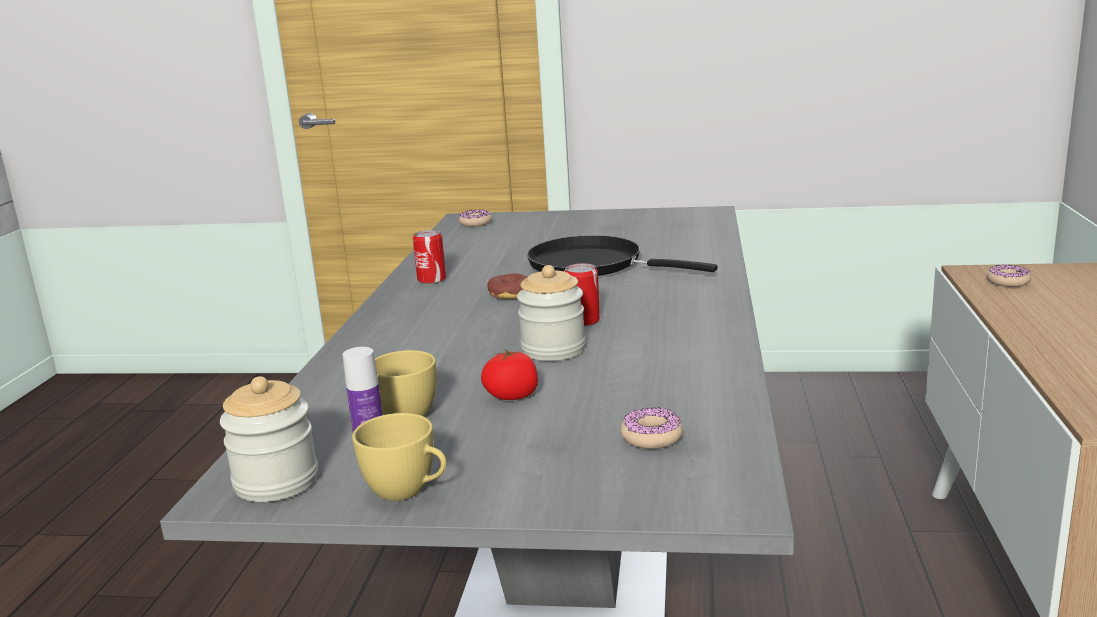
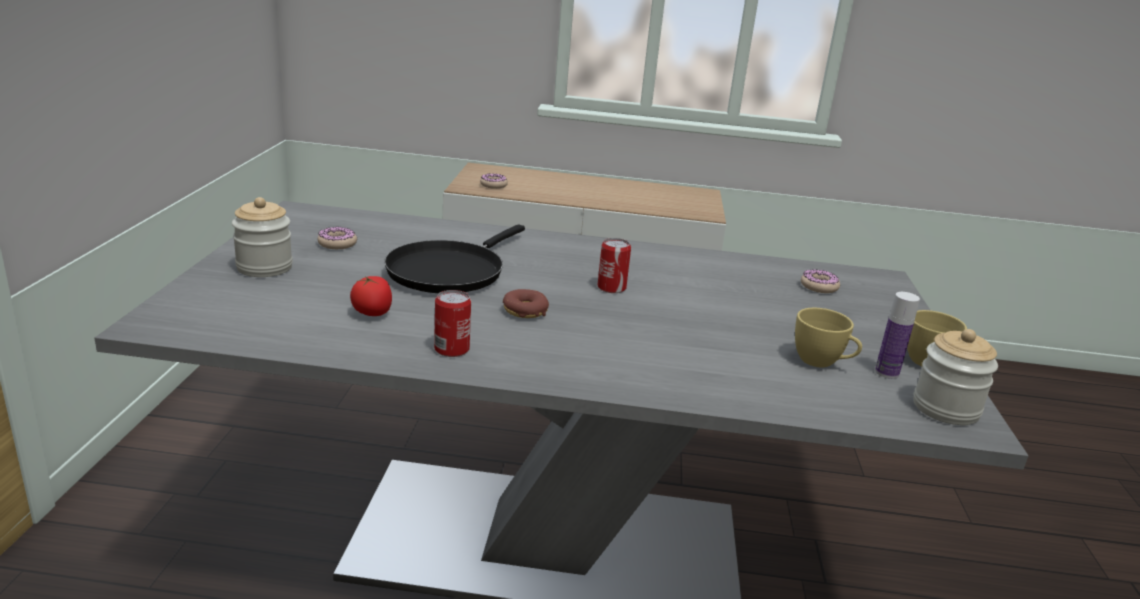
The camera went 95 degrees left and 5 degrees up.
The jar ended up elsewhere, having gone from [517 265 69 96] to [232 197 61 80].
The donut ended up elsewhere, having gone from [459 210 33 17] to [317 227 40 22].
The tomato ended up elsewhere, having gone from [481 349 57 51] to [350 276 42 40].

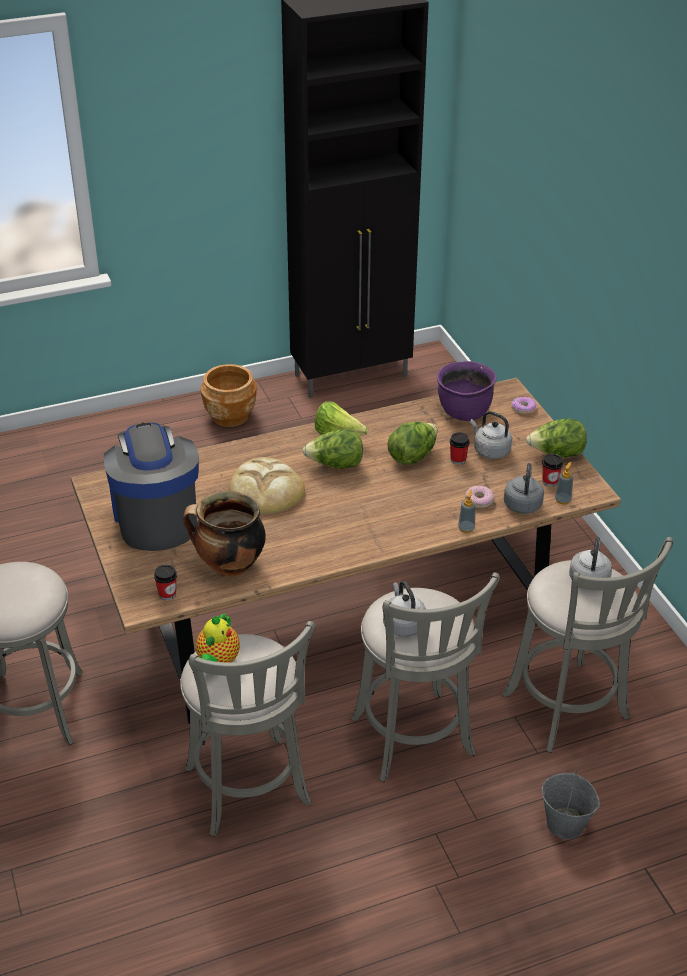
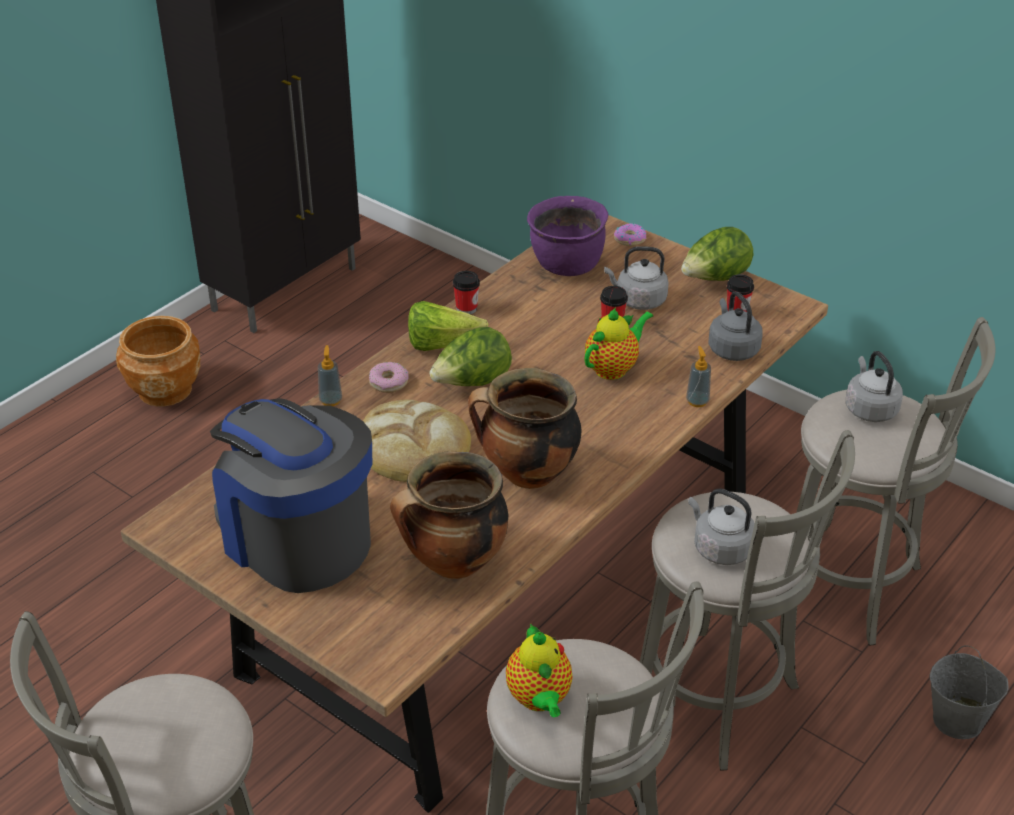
The camera went 30 degrees left and 0 degrees up.
The soap dispenser ended up elsewhere, having gone from [555 462 19 43] to [318 345 24 61].
The donut ended up elsewhere, having gone from [465 485 29 23] to [369 362 39 31].
The cup ended up elsewhere, having gone from [154 564 23 36] to [453 271 27 43].
The second view gained the cooking pot at [468 368 114 121].
The second view gained the teapot at [584 308 69 72].
The second view lost the lettuce at [387 422 50 43].

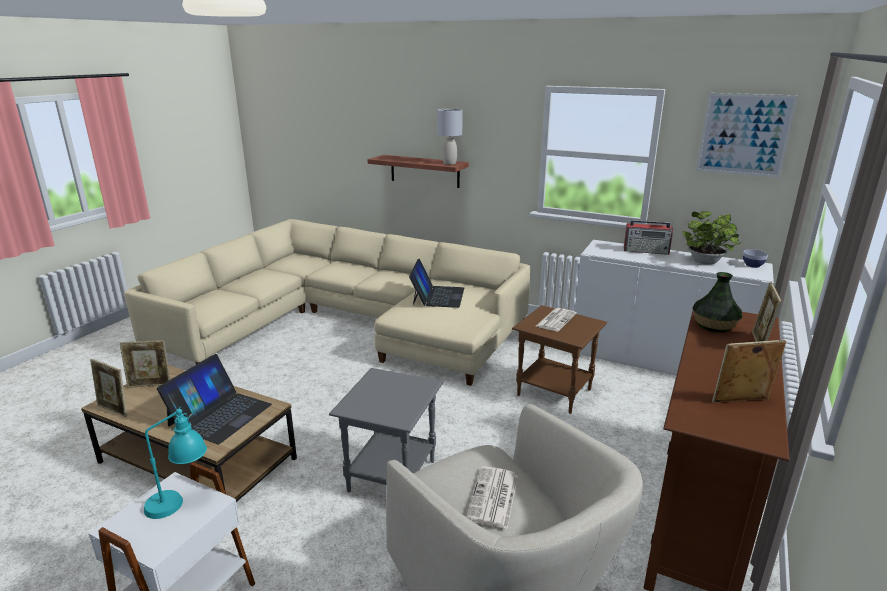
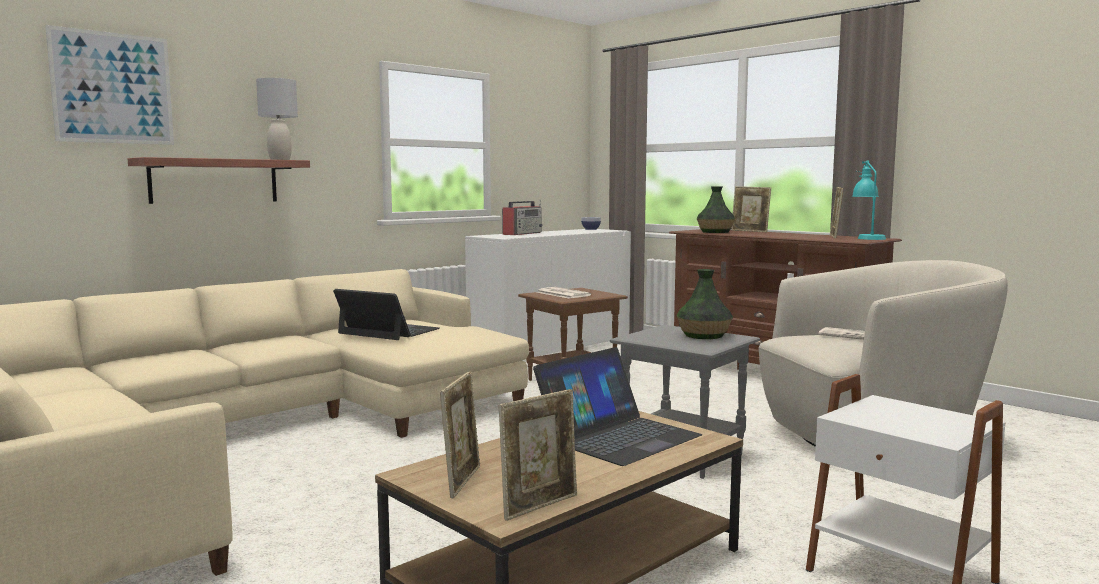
The camera went 70 degrees left and 15 degrees down.
The picture ended up elsewhere, having gone from [696 93 102 85] to [45 25 129 120].
The laptop at [157 354 115 90] ended up facing another way, 90 degrees clockwise from before.
The second view gained the vase at [676 269 57 70].
The turquoise table lamp ended up elsewhere, having gone from [144 407 63 112] to [852 160 34 80].
The second view lost the potted plant at [683 211 59 54].

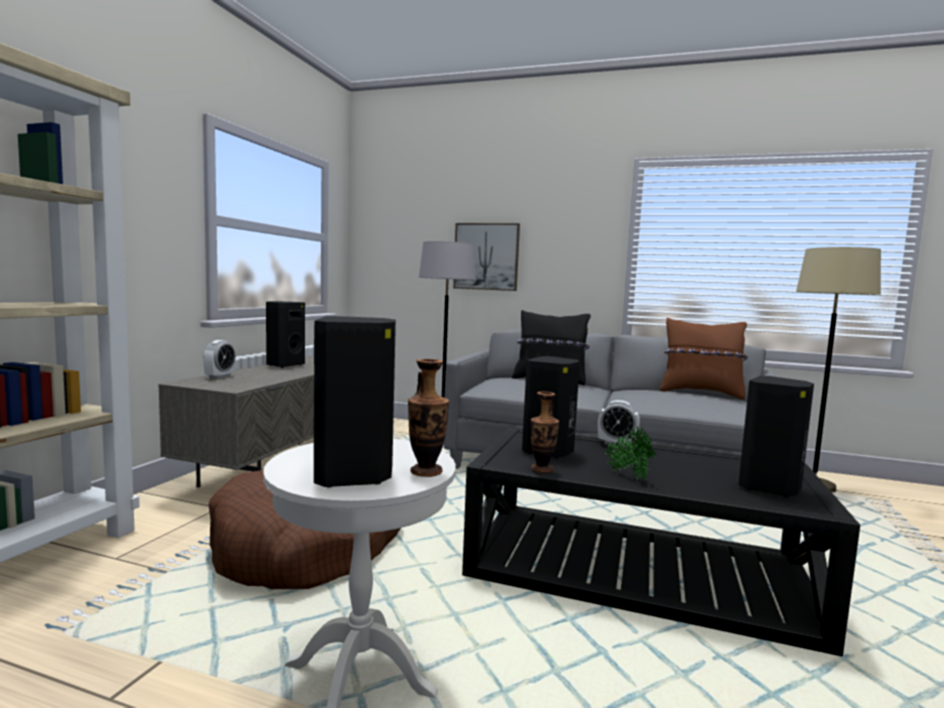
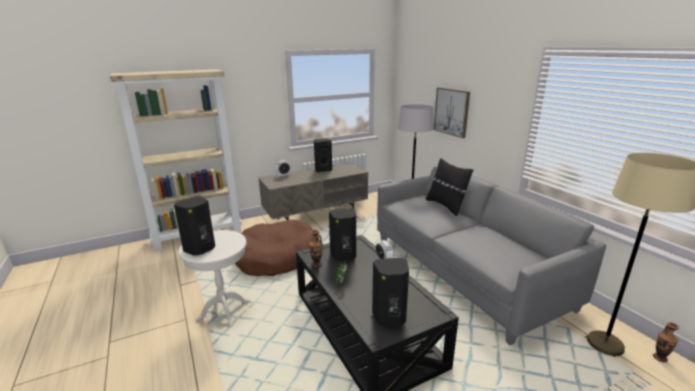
The camera went 45 degrees right and 15 degrees up.
The vase ended up elsewhere, having gone from [408 359 42 118] to [653 322 26 40].
The second view lost the brown pillow at [659 318 90 81].

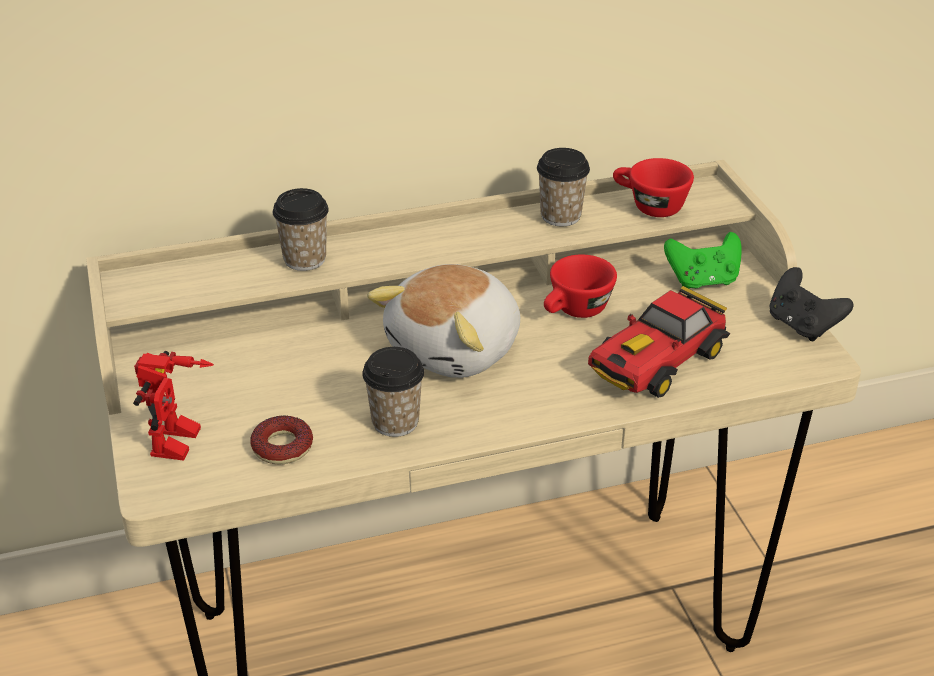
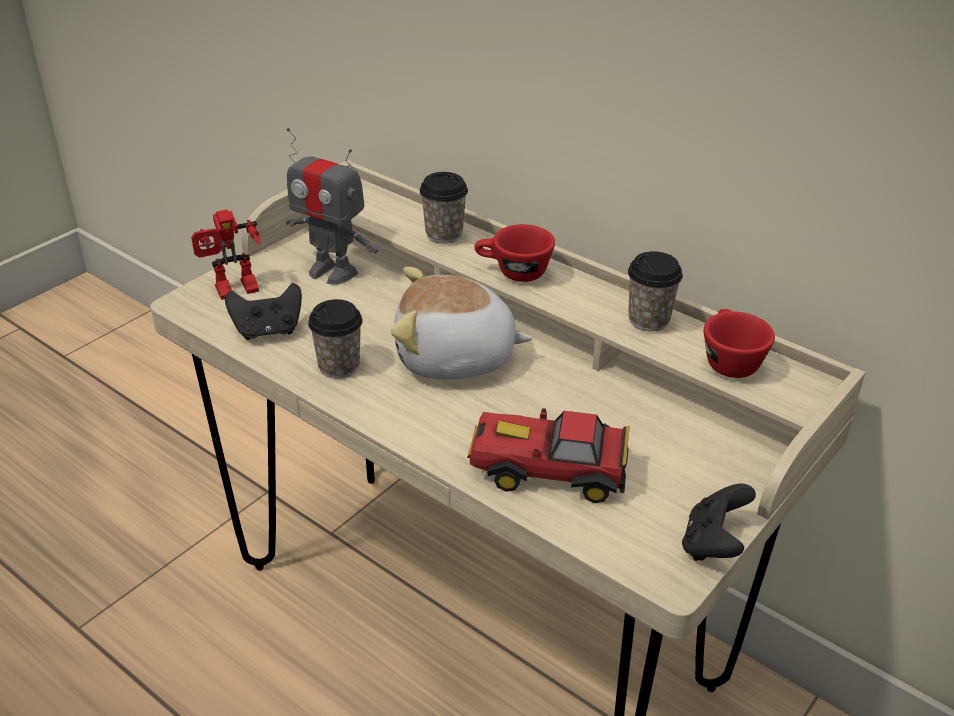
The camera went 55 degrees right and 0 degrees up.
Where the donut stood at [250 415 63 49], the black game controller came to stand at [225 283 77 57].
The second view gained the toy robot at [286 128 92 157].
The red cup ended up elsewhere, having gone from [544 255 73 63] to [474 224 81 58].
The second view lost the green game controller at [664 232 78 57].

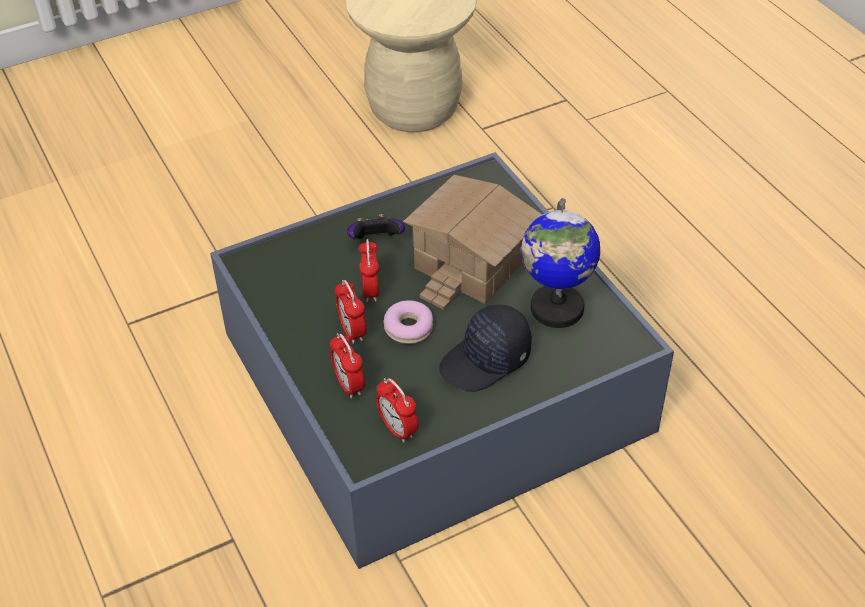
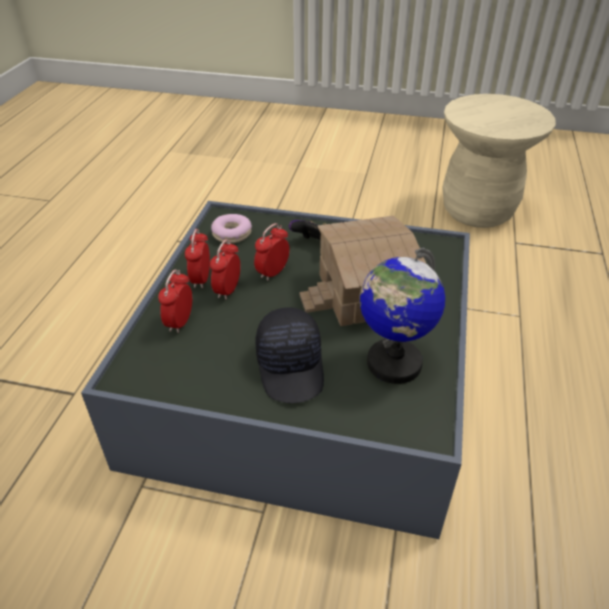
The camera went 40 degrees right and 5 degrees down.
The alarm clock ended up elsewhere, having gone from [376 378 42 65] to [185 229 25 59].
The donut ended up elsewhere, having gone from [383 300 50 44] to [211 214 41 29].
The black cap at [439 305 93 87] ended up facing another way, 105 degrees counterclockwise from before.

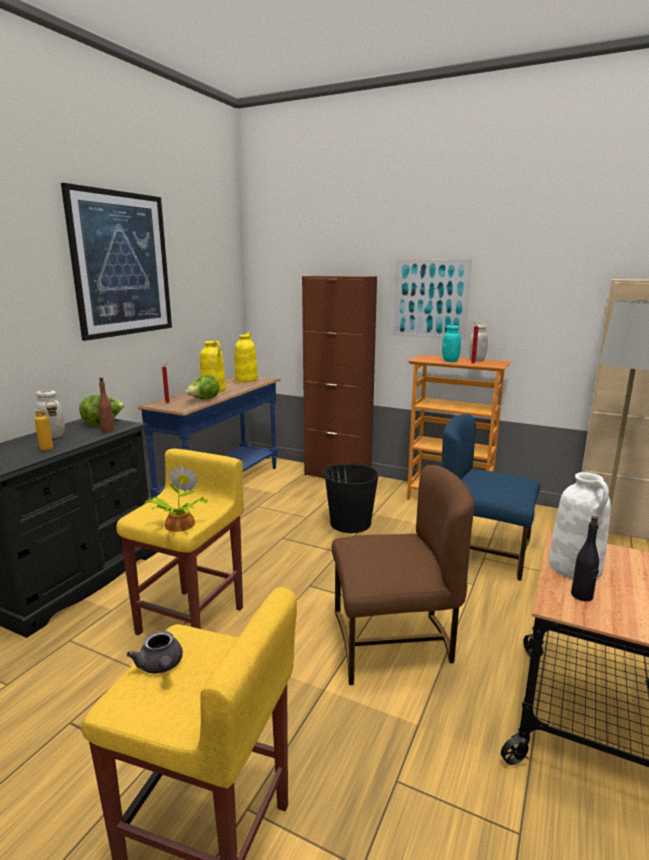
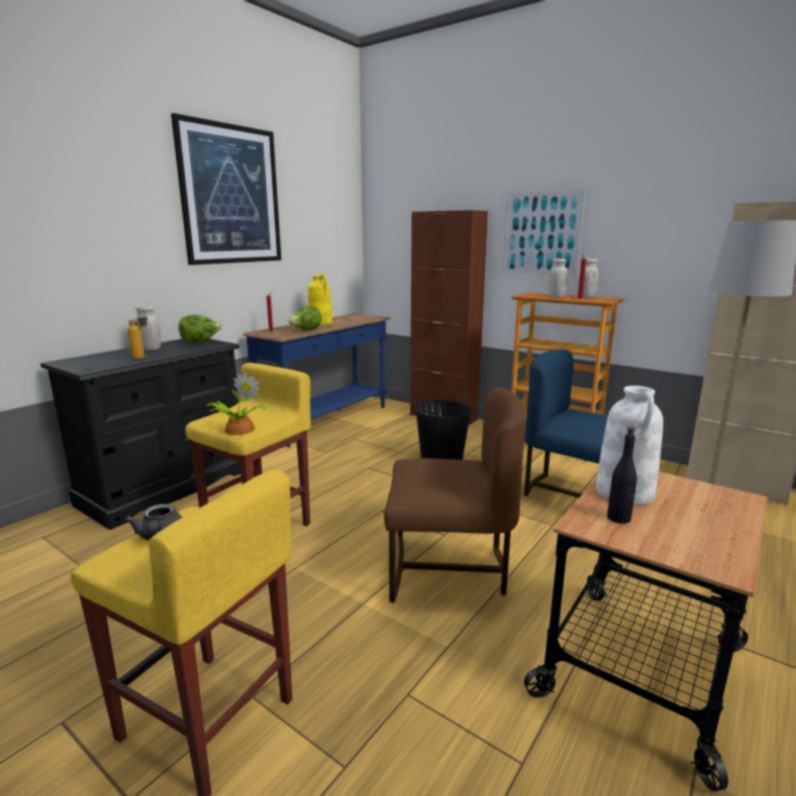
The camera went 10 degrees right and 0 degrees up.
What was the turquoise jar at [442 325 19 37] turned into the white jar at [548 258 20 40].
The second view lost the brown bottle at [98 377 16 55].
The second view lost the yellow vase at [235 332 23 50].

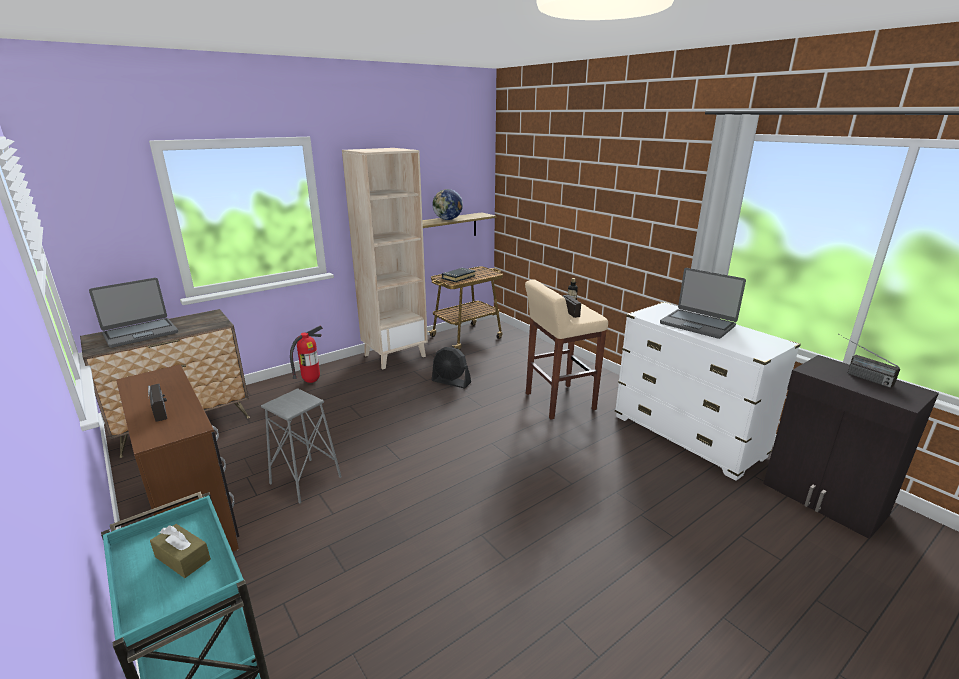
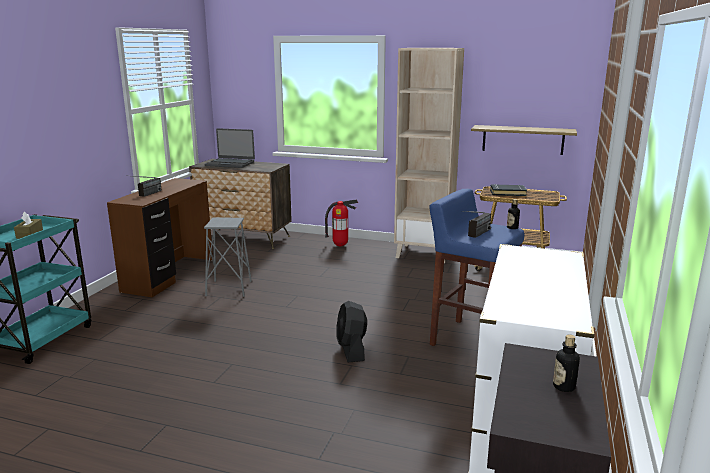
The camera went 55 degrees right and 5 degrees down.
The black fan ended up elsewhere, having gone from [432 347 39 41] to [337 301 30 61].
What was the beige stool at [525 279 83 141] turned into the blue stool at [429 189 95 157].
Where the radio stood at [838 334 62 54], the bottle came to stand at [553 334 27 58].
The second view lost the globe at [432 189 31 31].
The second view lost the laptop at [660 268 86 71].

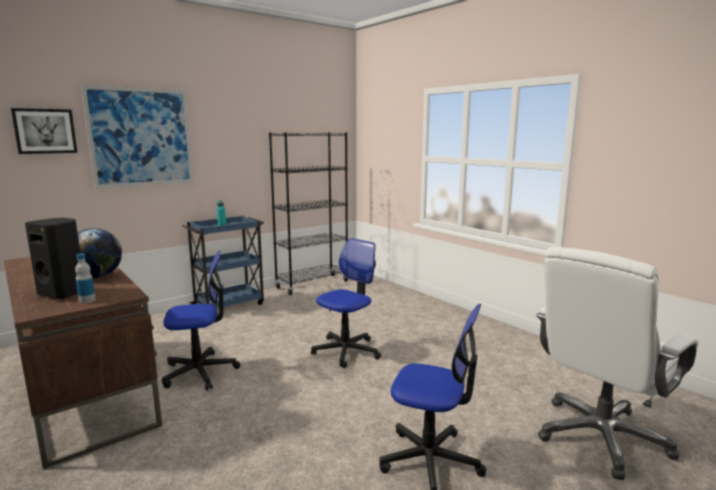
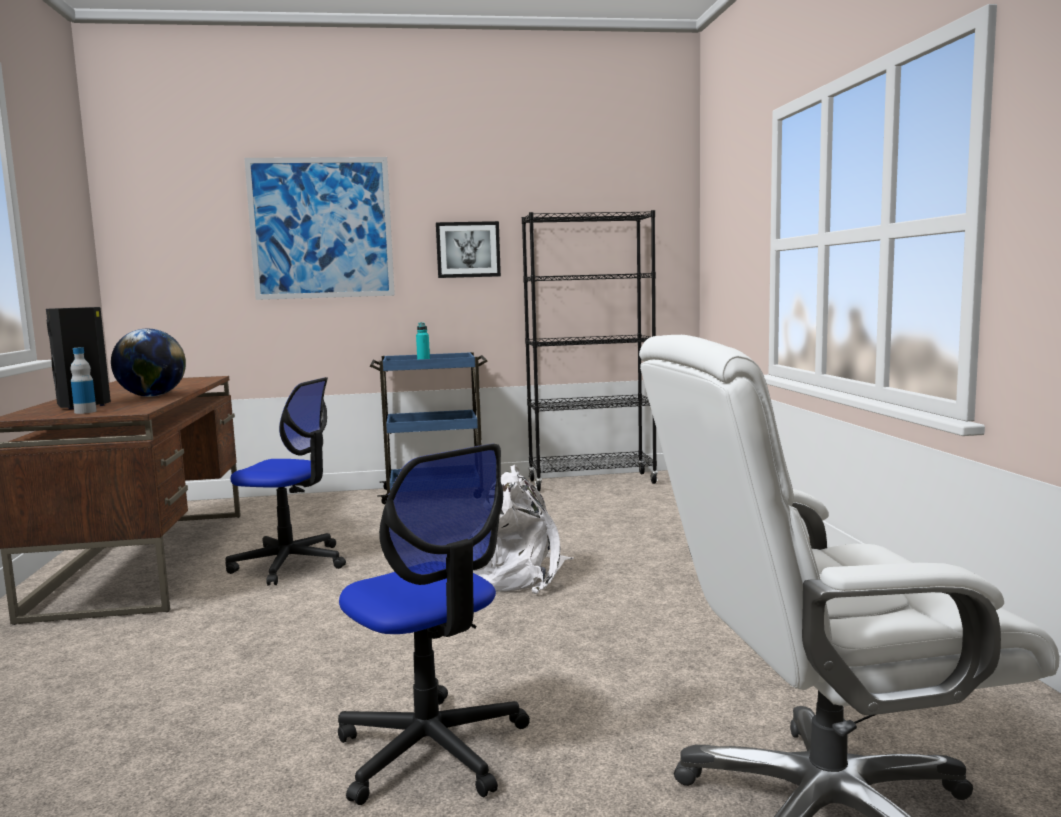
The camera went 30 degrees right and 5 degrees down.
The picture ended up elsewhere, having gone from [11 108 66 46] to [436 221 65 57].
Where the office chair stood at [311 238 70 130], the white backpack came to stand at [473 465 101 129].

